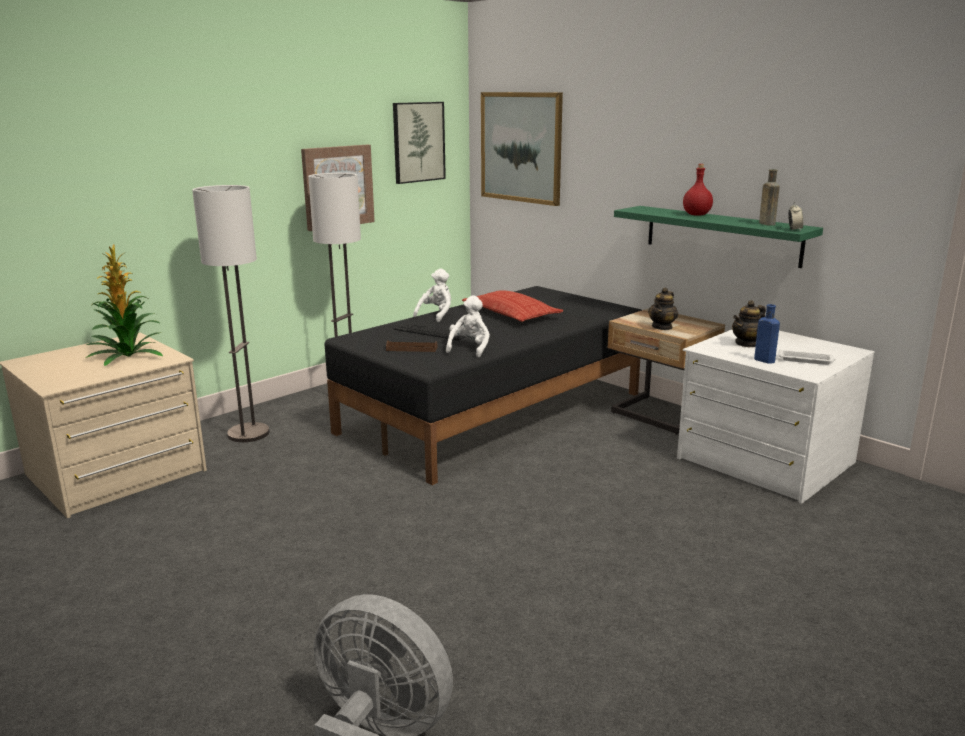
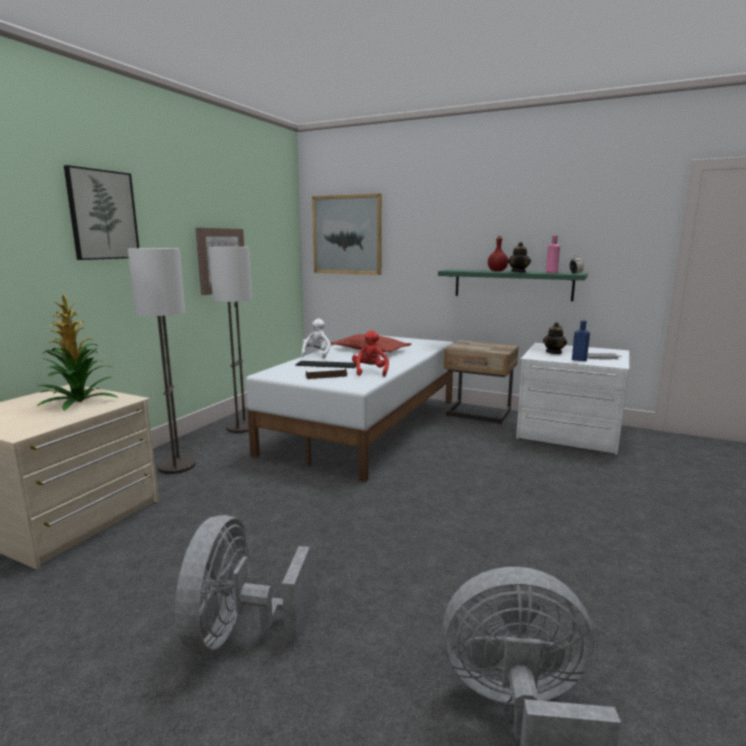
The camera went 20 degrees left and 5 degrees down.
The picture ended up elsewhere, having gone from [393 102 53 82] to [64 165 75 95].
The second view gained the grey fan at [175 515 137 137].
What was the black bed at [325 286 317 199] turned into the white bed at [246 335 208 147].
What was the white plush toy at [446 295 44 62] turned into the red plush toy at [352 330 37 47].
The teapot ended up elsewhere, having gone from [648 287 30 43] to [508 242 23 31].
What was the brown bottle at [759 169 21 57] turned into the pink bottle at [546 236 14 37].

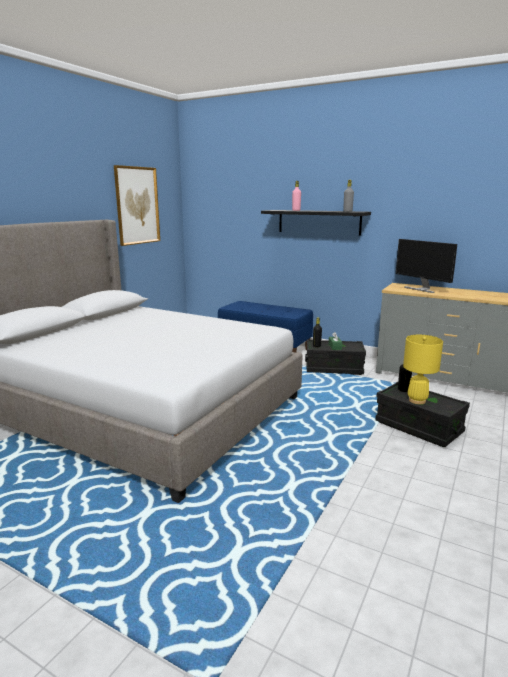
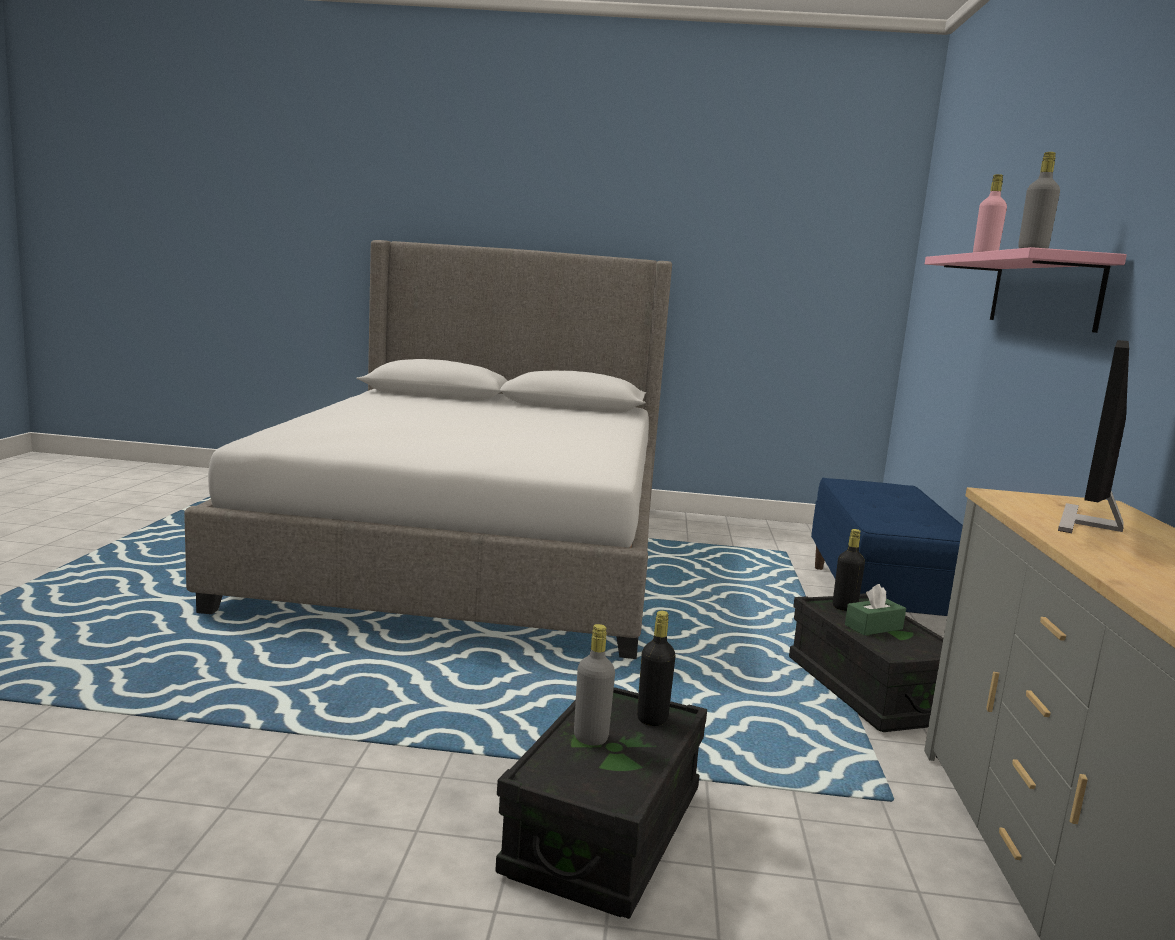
The camera went 65 degrees right and 5 degrees down.
Where the yellow table lamp stood at [403 335 40 69], the grey bottle came to stand at [574 624 41 122].
What was the black shelf at [261 210 110 26] turned into the pink shelf at [925 247 202 86].
The second view lost the picture at [114 165 46 81].

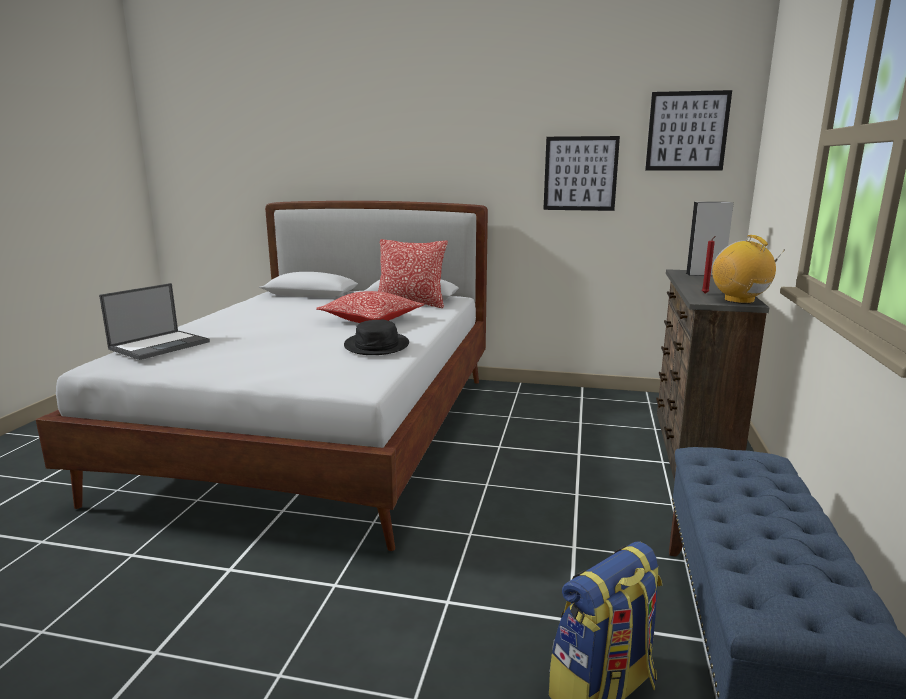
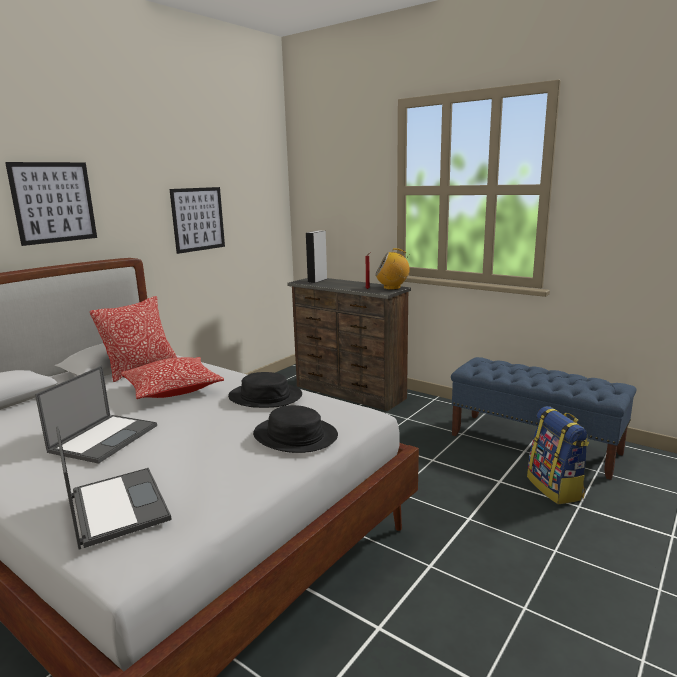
The camera went 65 degrees left and 0 degrees up.
The picture ended up elsewhere, having gone from [645 90 87 81] to [5 162 92 84].
The second view gained the laptop at [35 366 122 98].
The second view gained the black hat at [253 405 85 48].

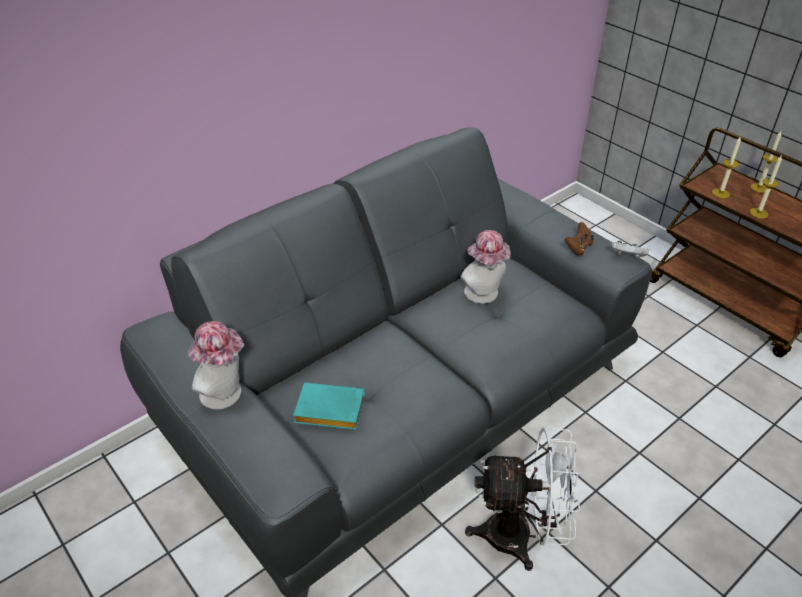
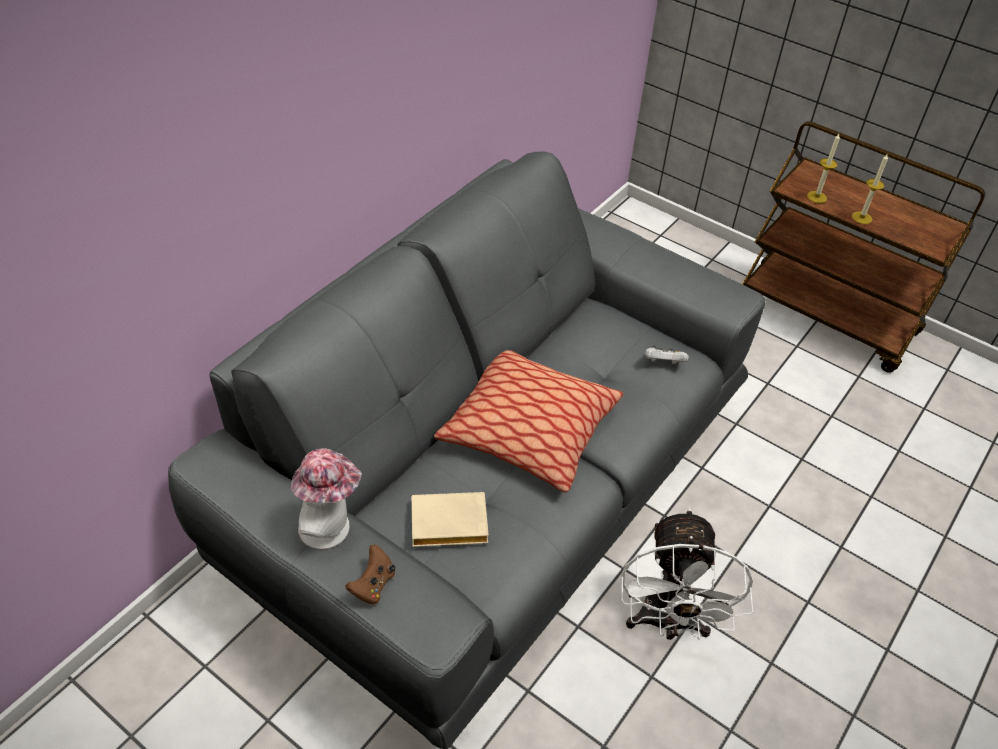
The camera went 15 degrees left and 5 degrees up.
The brown game controller ended up elsewhere, having gone from [565 222 29 33] to [345 545 51 60].
What was the turquoise book at [293 382 72 48] turned into the beige book at [411 492 78 55].
The second view gained the pillow at [434 350 189 142].
The white fan at [465 428 116 143] ended up facing another way, 105 degrees clockwise from before.
The white game controller ended up elsewhere, having gone from [611 241 38 18] to [645 345 44 19].
The second view lost the hat at [460 230 51 74].
The second view lost the candle at [750 131 31 62].

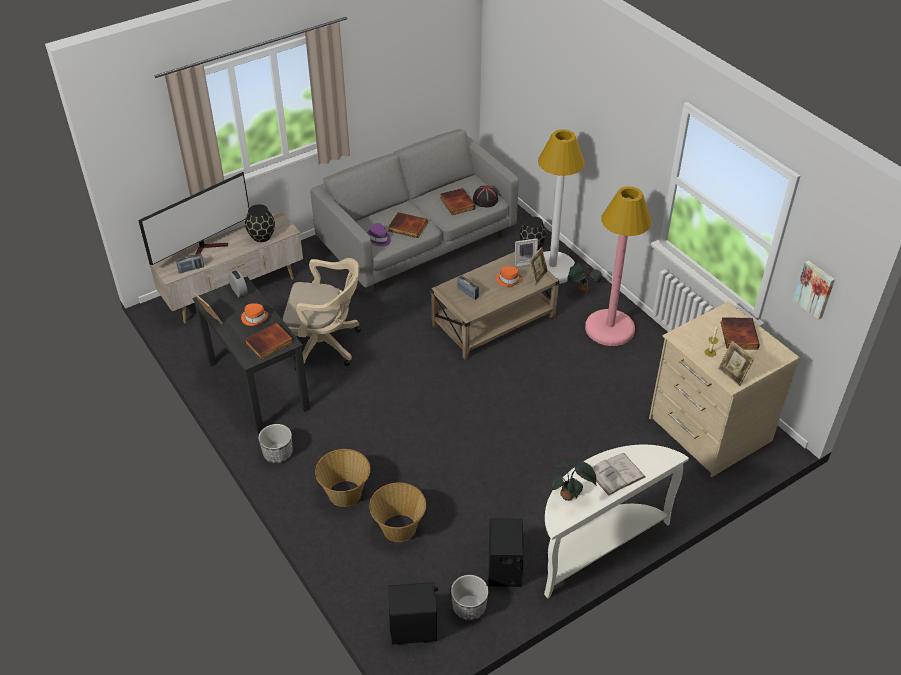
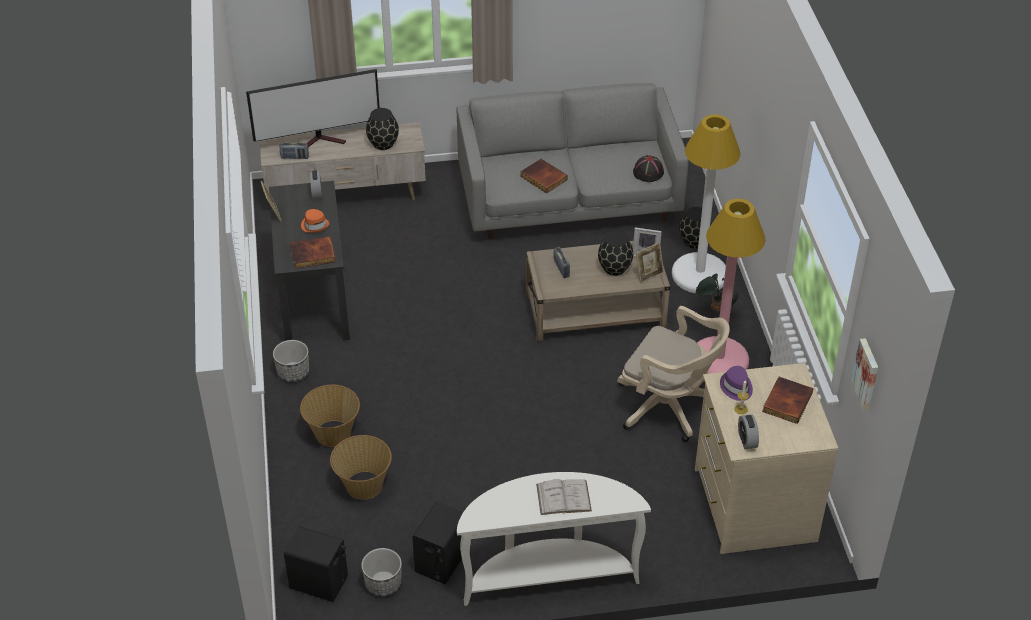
The camera went 25 degrees right and 0 degrees up.
Where the orange hat stood at [496 266 26 21], the black vase came to stand at [598 231 35 45].
The beige office chair ended up elsewhere, having gone from [283 258 78 113] to [617 306 113 137].
The purple hat ended up elsewhere, having gone from [367 223 24 23] to [720 366 33 35].
Where the picture frame stood at [718 341 36 45], the alarm clock came to stand at [738 414 21 35].
The second view lost the book at [440 188 35 27].
The second view lost the potted plant at [550 459 47 42].

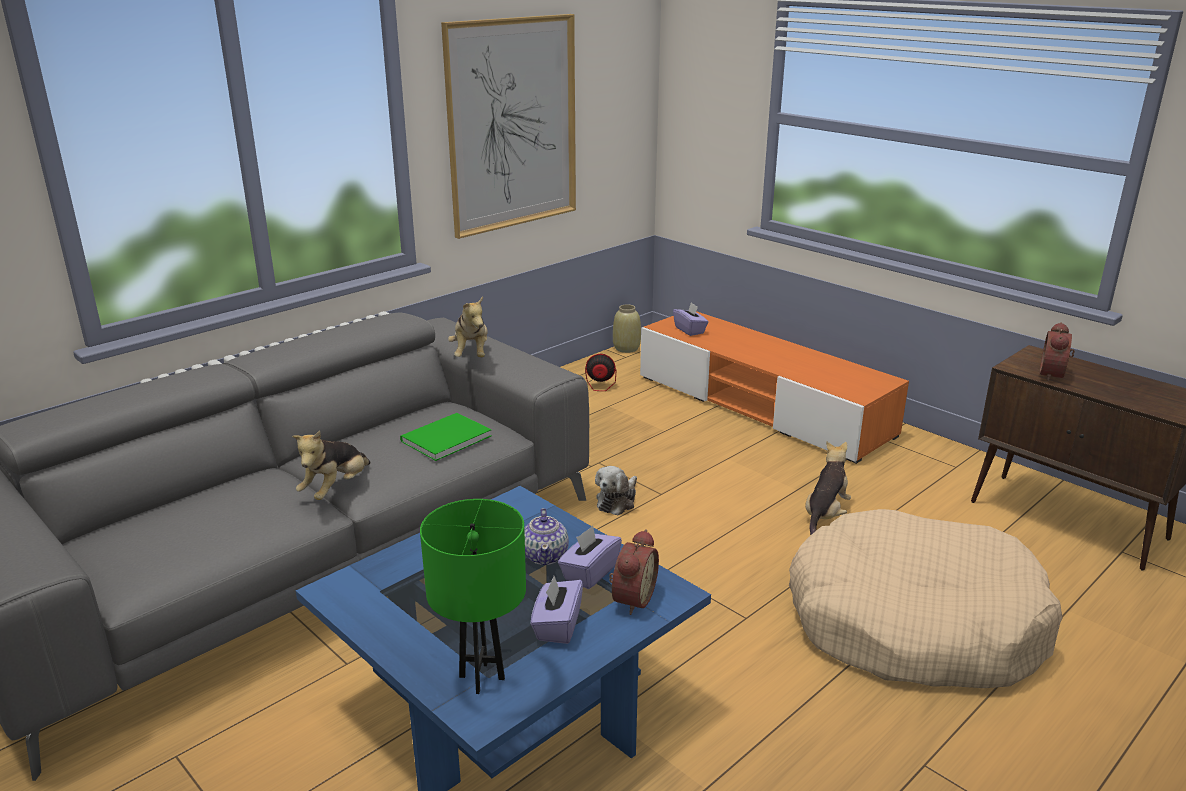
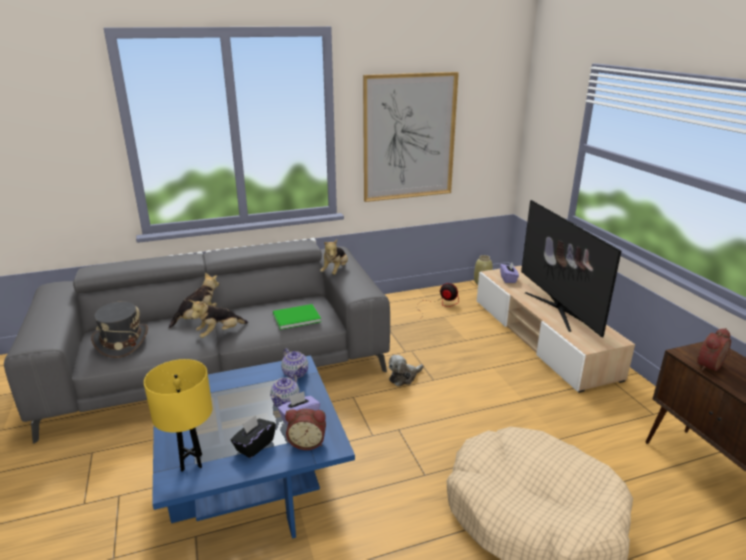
The camera went 25 degrees right and 0 degrees up.
The second view gained the grey hat at [91 301 57 57].
What was the green table lamp at [420 499 106 195] turned into the yellow table lamp at [144 359 68 113].
The plush toy ended up elsewhere, having gone from [805 442 46 93] to [169 272 50 57].
What was the purple tissue box at [531 576 52 68] turned into the black tissue box at [231 415 45 43].
The second view gained the teapot at [281 348 27 31].
The alarm clock at [609 529 50 86] ended up facing another way, 45 degrees clockwise from before.
What was the orange tv stand at [640 311 269 153] turned into the beige tv stand at [477 266 158 127].
The second view gained the television at [521 200 100 138].

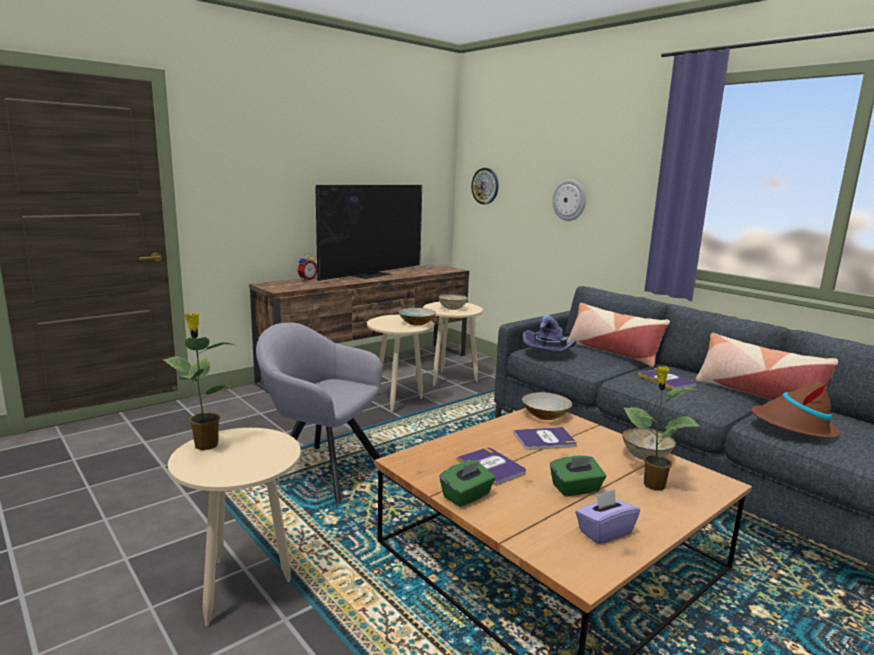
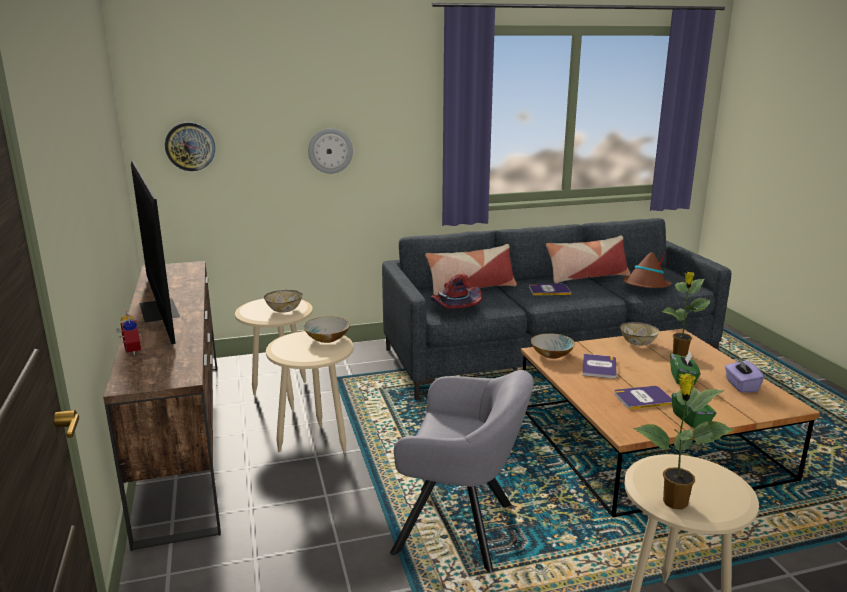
The camera went 65 degrees left and 5 degrees up.
The grey armchair at [256 322 126 182] ended up facing another way, 120 degrees counterclockwise from before.
What was the purple hat at [523 315 53 37] turned into the red hat at [430 273 52 36].

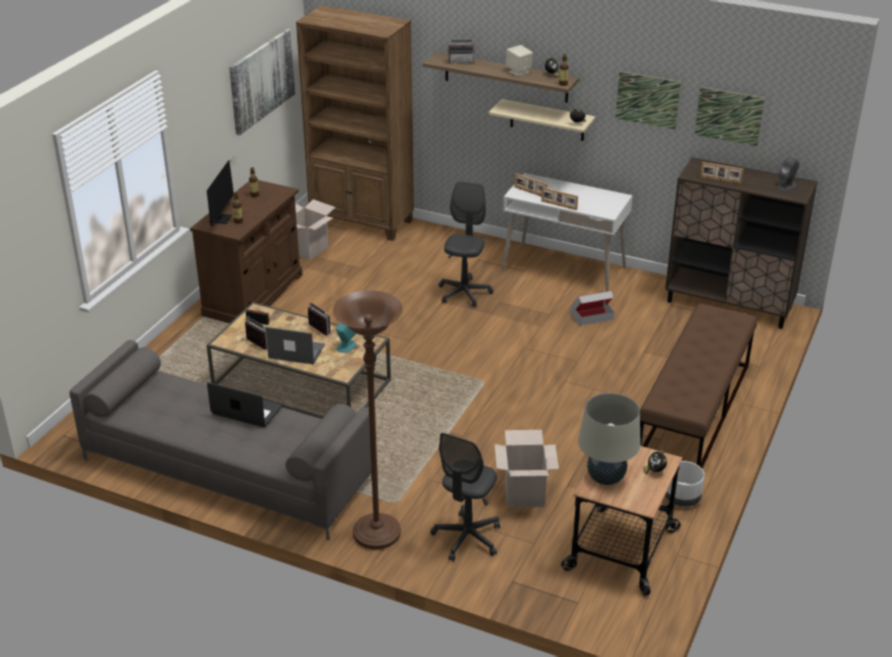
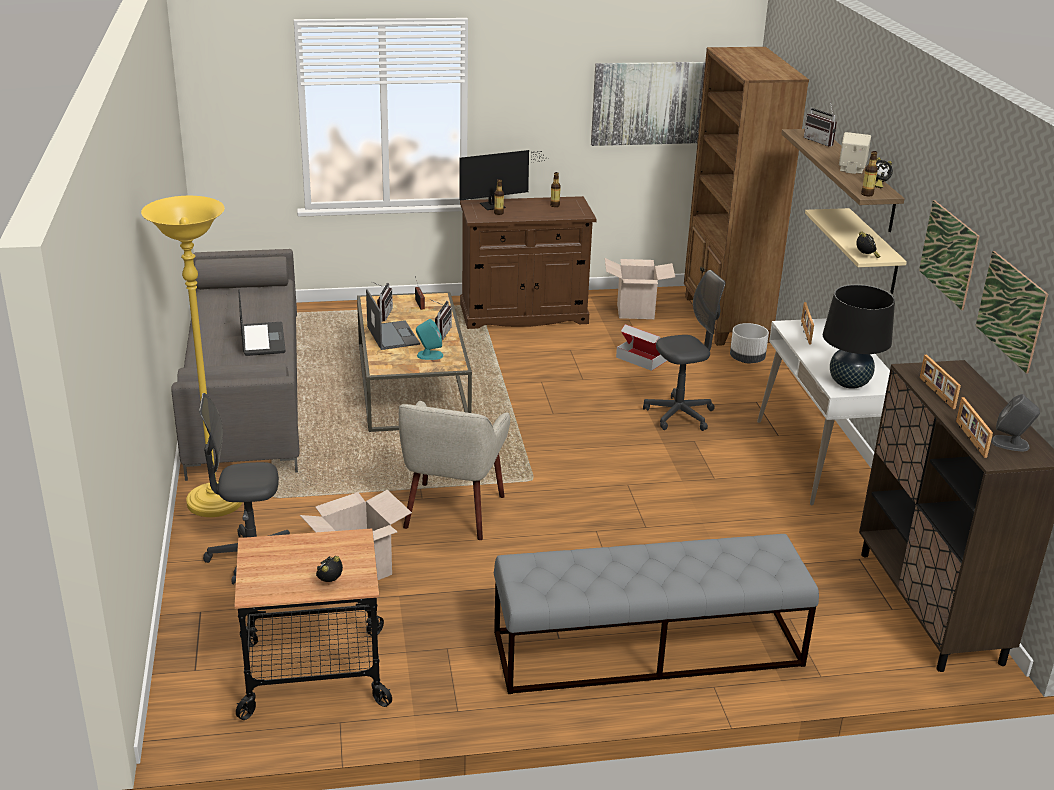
The camera went 55 degrees right and 5 degrees down.
What was the brown floor lamp at [333 290 70 260] turned into the yellow floor lamp at [141 196 102 321].
The second view gained the beige armchair at [399 401 111 139].
What was the brown bench at [640 303 117 165] turned into the grey bench at [494 534 325 160].
The cardboard box ended up elsewhere, having gone from [570 291 44 35] to [616 324 51 47].
The white planter ended up elsewhere, having gone from [665 461 40 46] to [730 323 39 40].
The second view gained the black table lamp at [823 284 72 105].
The picture frame ended up elsewhere, having gone from [541 187 37 23] to [956 397 37 61].
The second view lost the beige table lamp at [578 393 63 92].

